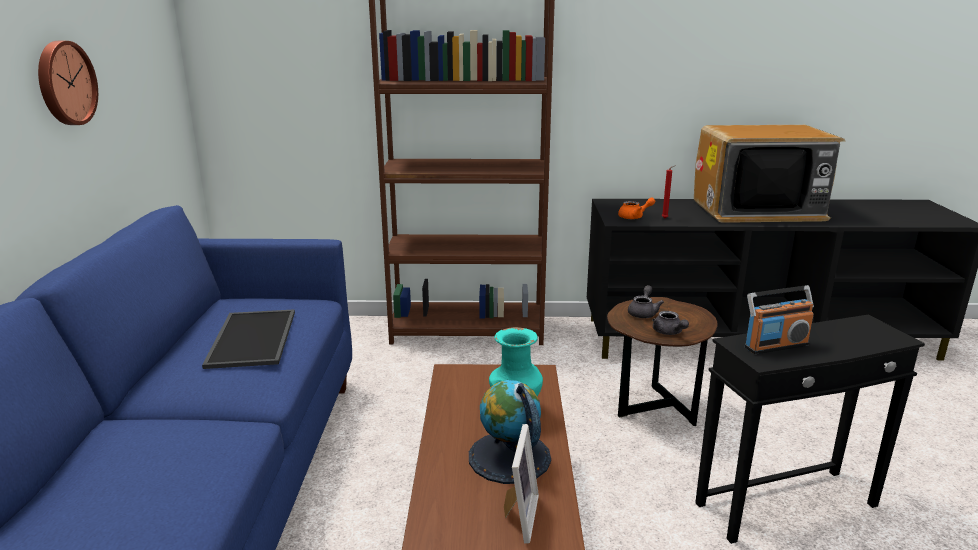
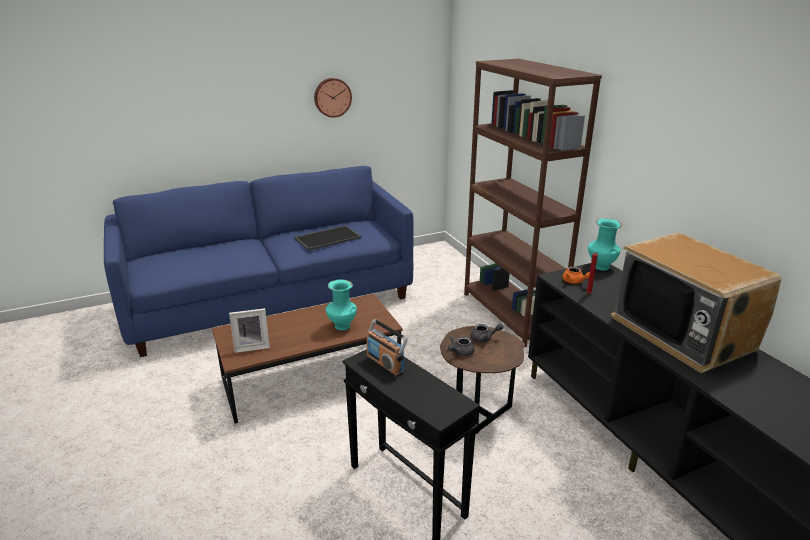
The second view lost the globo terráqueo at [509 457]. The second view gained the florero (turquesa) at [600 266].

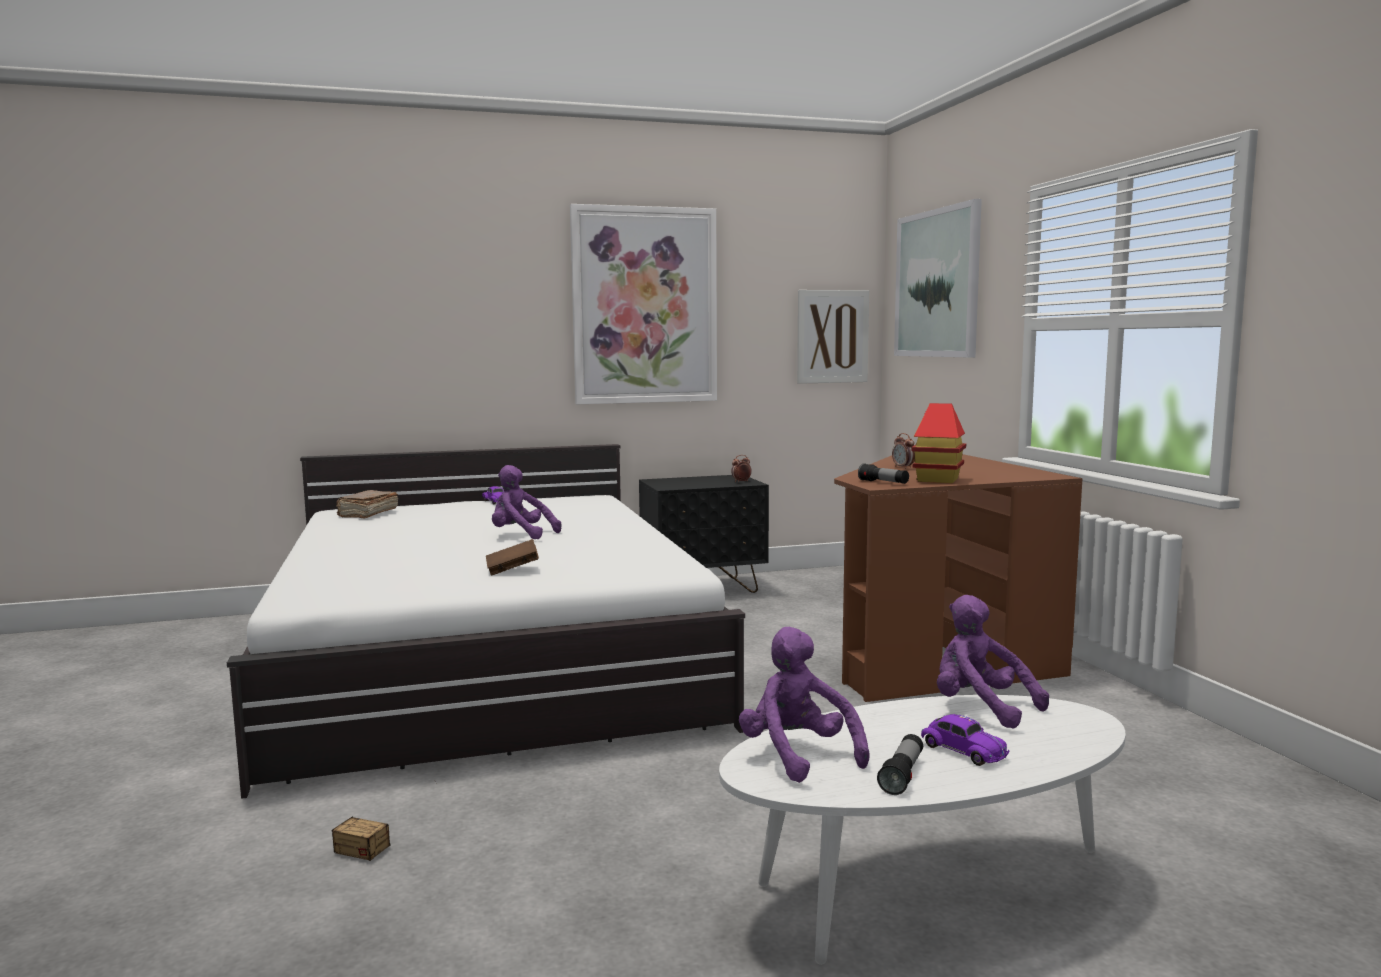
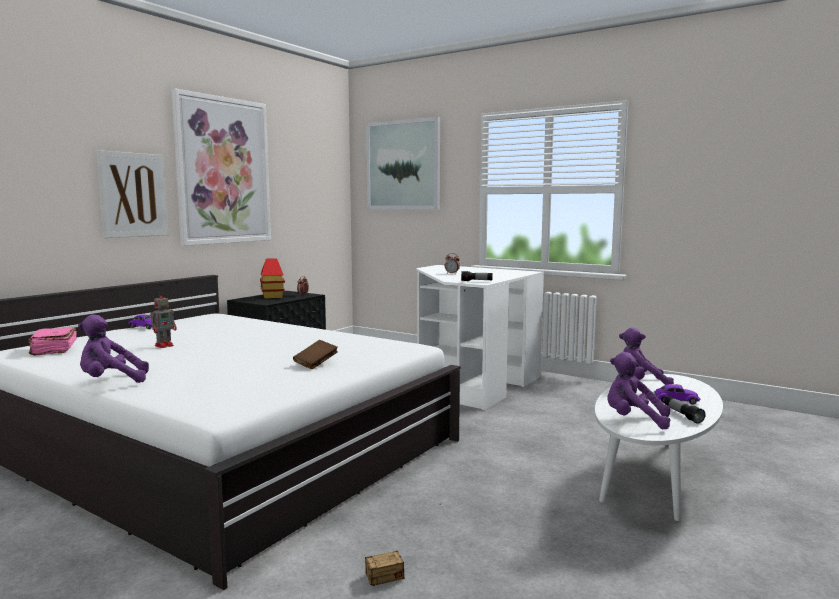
What was the libro (marrón) at [367 514] turned into the libro (rosa) at [53 349]. The peluche (morado) ended up elsewhere, having gone from [521 535] to [111 381]. The cuadro ended up elsewhere, having gone from [832 336] to [133 195]. What was the escritorio (marrón) at [935 654] turned into the escritorio (blanco) at [470 380]. The casita ended up elsewhere, having gone from [938 480] to [272 297]. The second view gained the robot de juguete at [165 345].

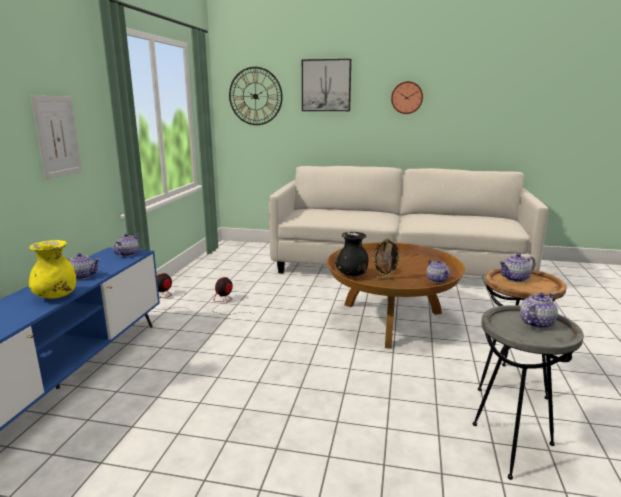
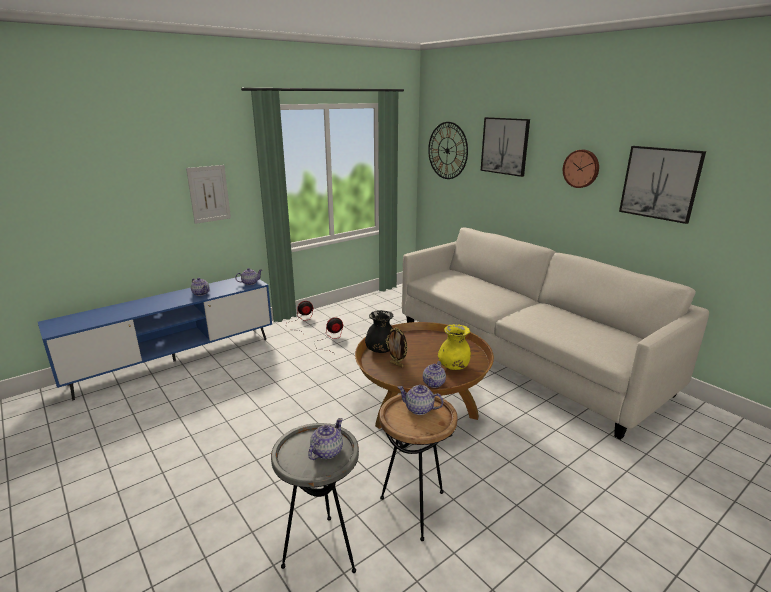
The florero (amarillo) ended up elsewhere, having gone from [56 296] to [454 367]. The tetera at [535 323] ended up facing another way, 60 degrees counterclockwise from before. The second view gained the cuadro at [660 183].

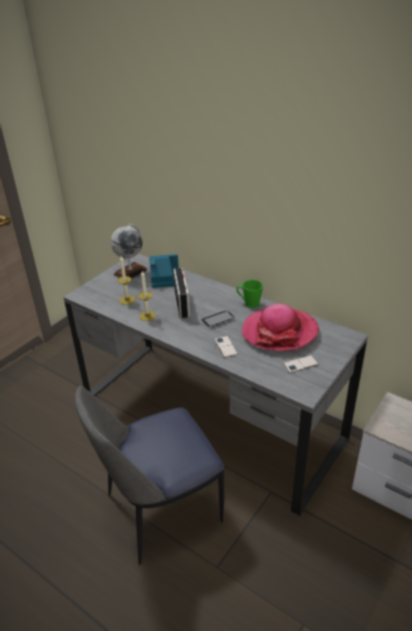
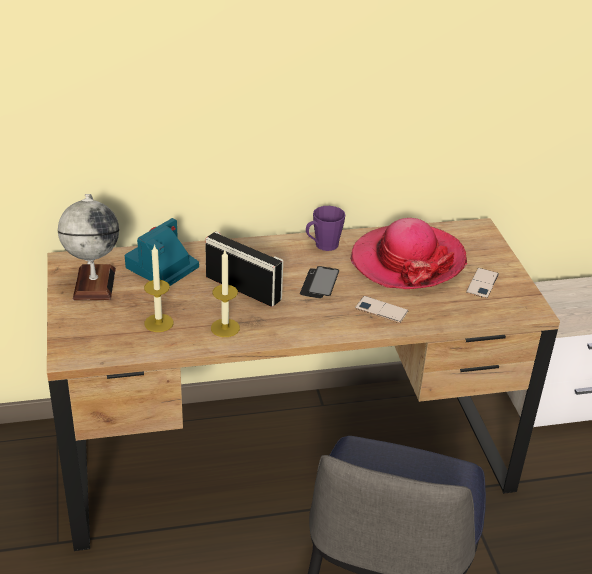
What was the escritorio (gris) at [209 417] turned into the escritorio (marrón) at [287 456]. What was the taza grande (verde) at [249 303] turned into the taza grande (morado) at [322 245].

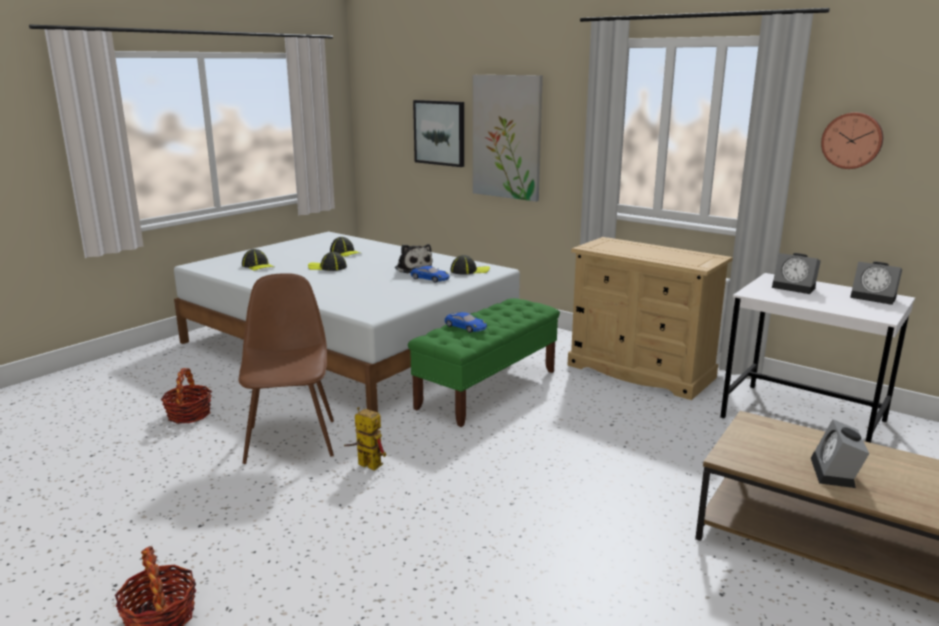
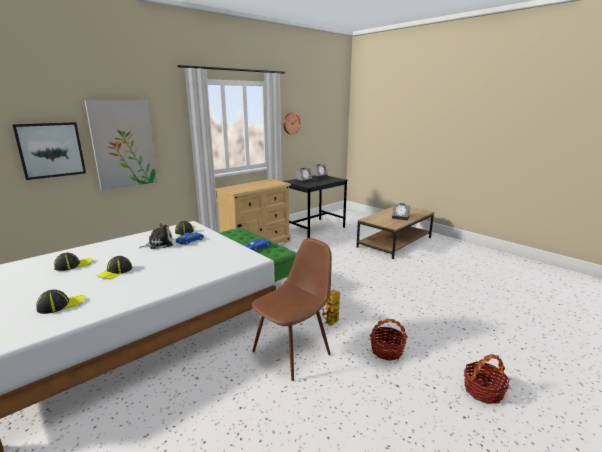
The cesta ended up elsewhere, having gone from [189 414] to [386 351]. The silla (marrón) at [291 439] ended up facing another way, 135 degrees clockwise from before. What was the escritorio (blanco) at [804 419] turned into the escritorio (negro) at [314 228].

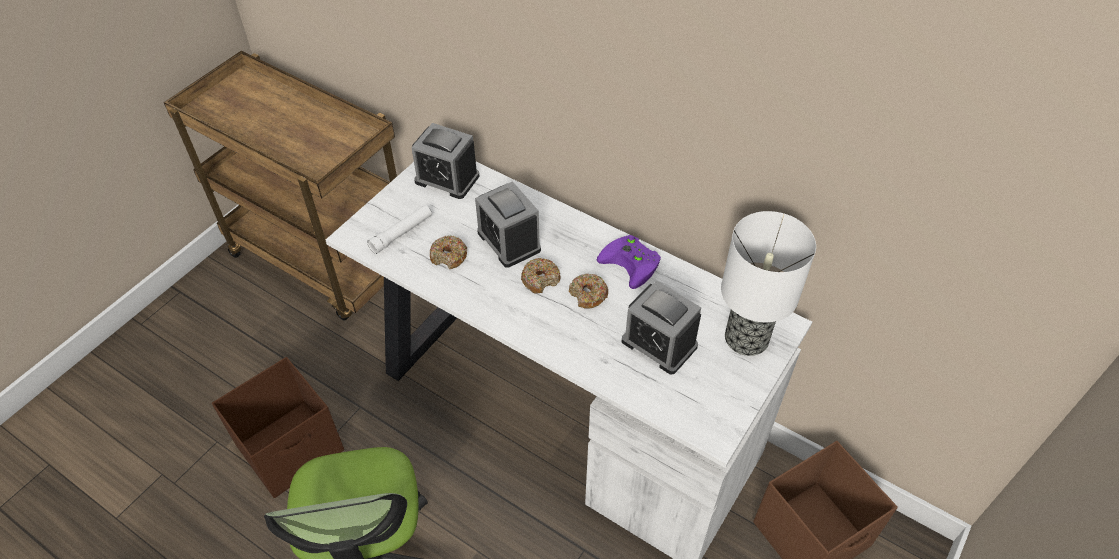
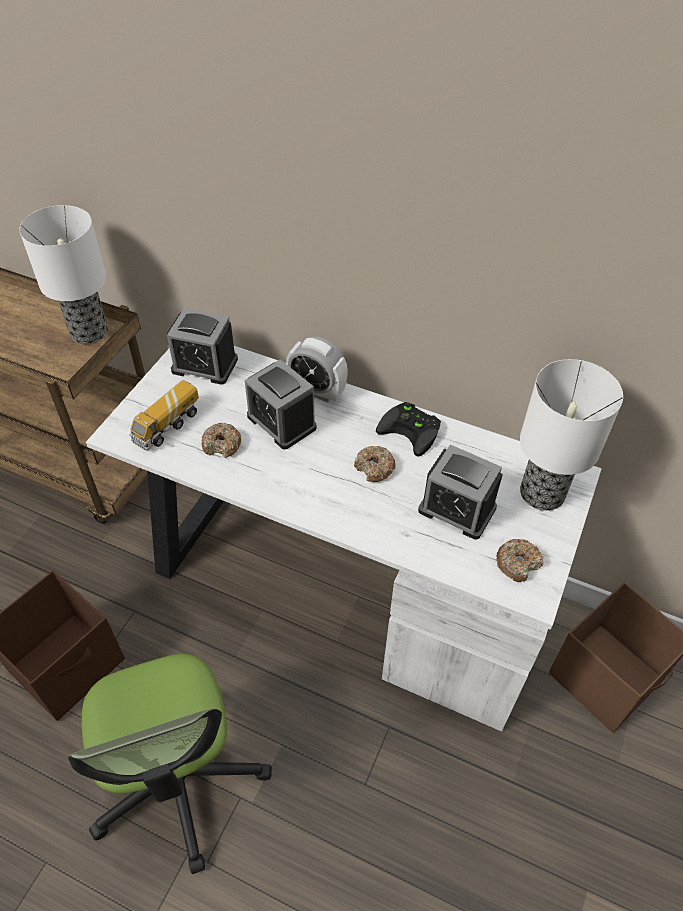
Where the linterna (blanco) stood at [401 233], the camión de juguete came to stand at [167 426]. The rosquilla ended up elsewhere, having gone from [540 279] to [518 563]. What was the mando de consola (morado) at [633 263] turned into the mando de consola (negro) at [412 430]. The second view gained the lámpara de mesa at [89 332]. The second view gained the despertador at [317 391].

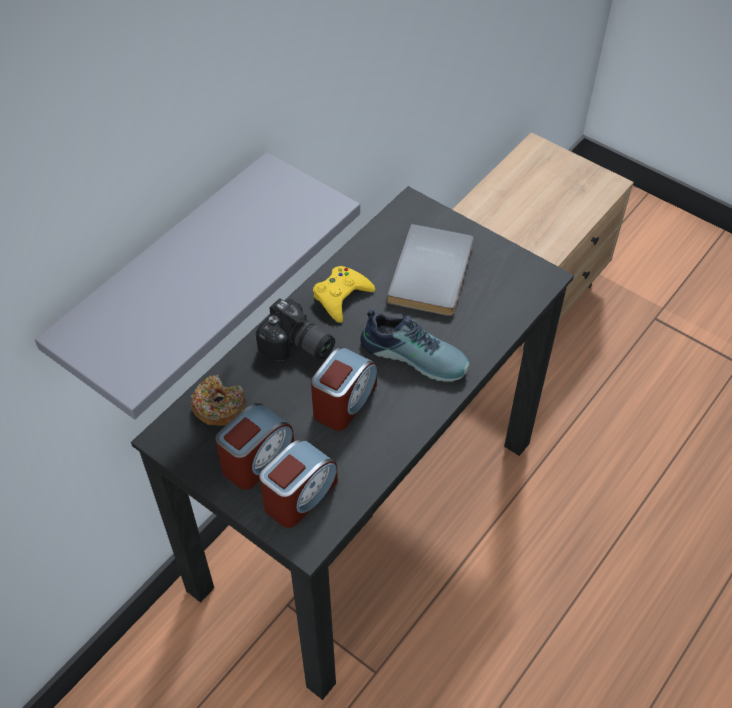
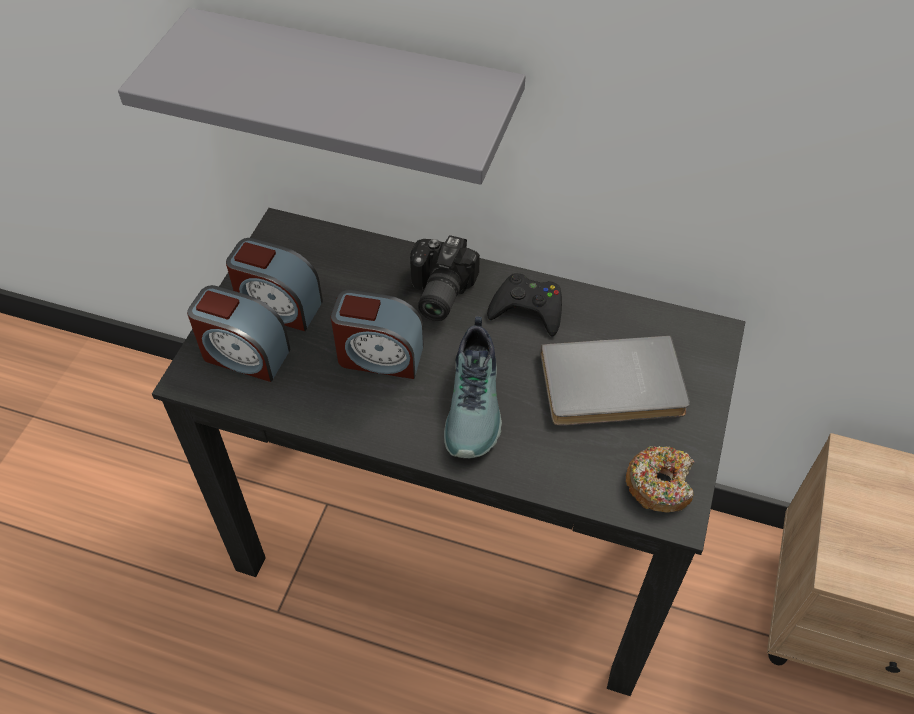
The rosquilla ended up elsewhere, having gone from [219 406] to [659 484]. What was the mando de consola (amarillo) at [341 296] turned into the mando de consola (negro) at [528 309].

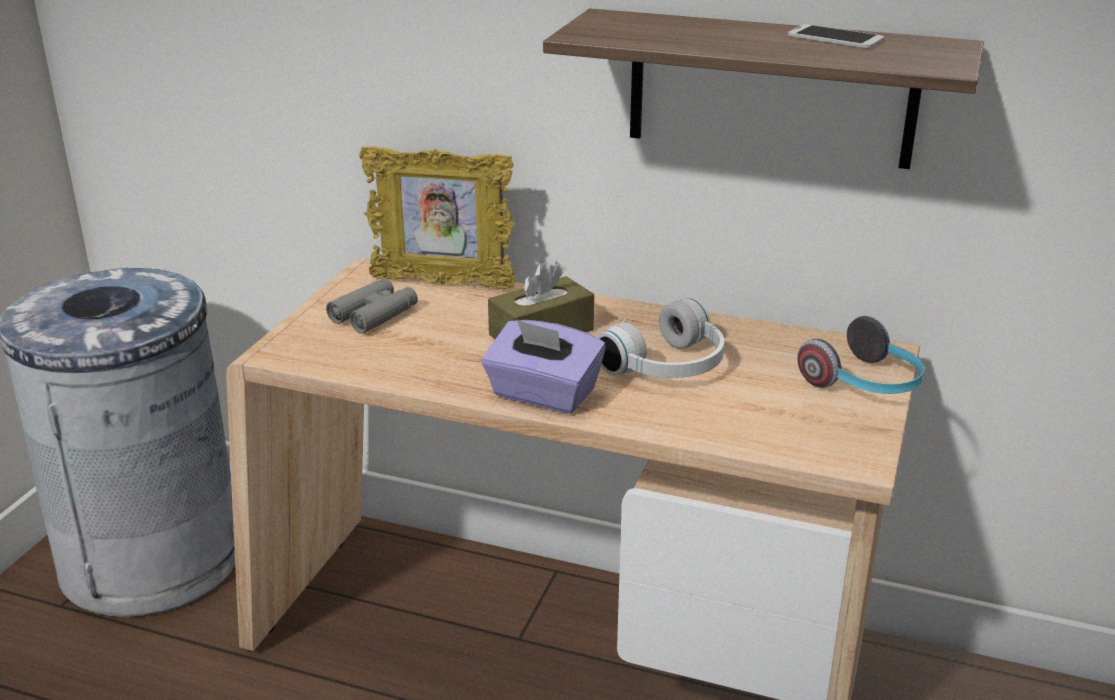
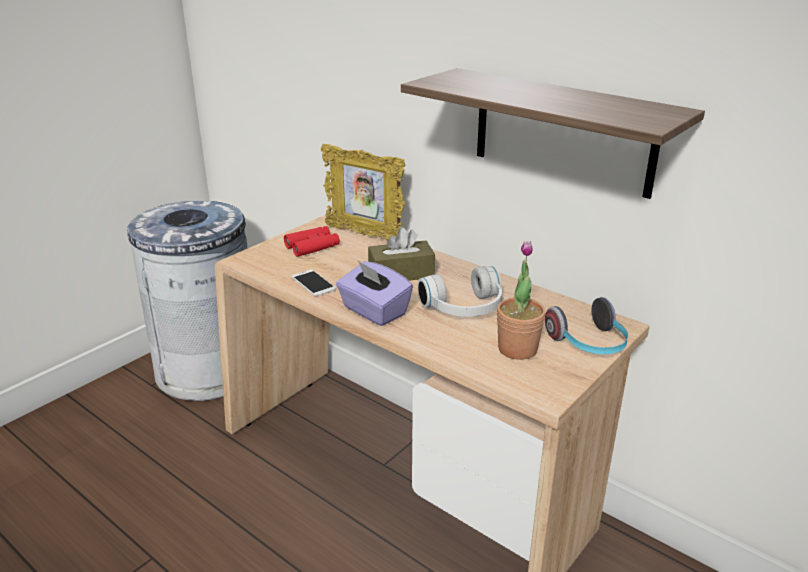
What was the prismáticos (gris) at [374 314] turned into the prismáticos (rojo) at [312 246]. The móvil ended up elsewhere, having gone from [835 38] to [313 283]. The second view gained the planta en maceta at [517 349].

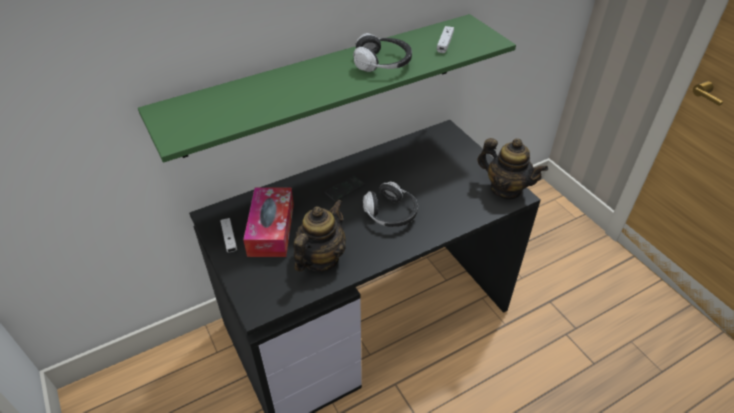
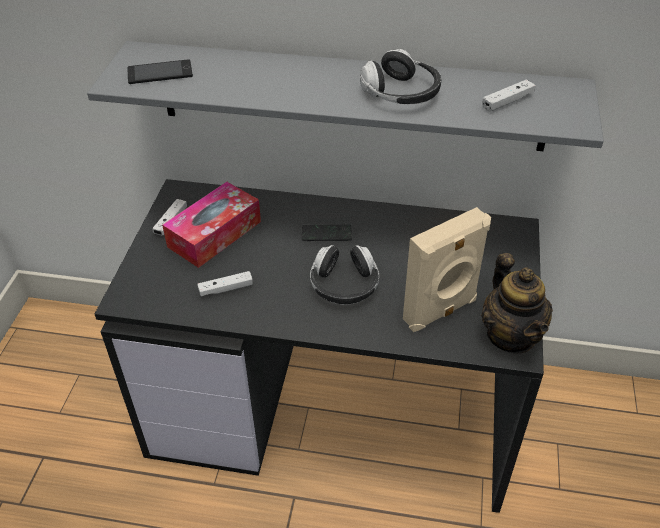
What was the estante (verde) at [324 84] turned into the estante (gris) at [350 96]. Where the tetera stood at [320 259], the mando de consola (blanco) came to stand at [226 289]. The second view gained the móvil at [160 73]. The second view gained the altavoz (beis) at [441 311].

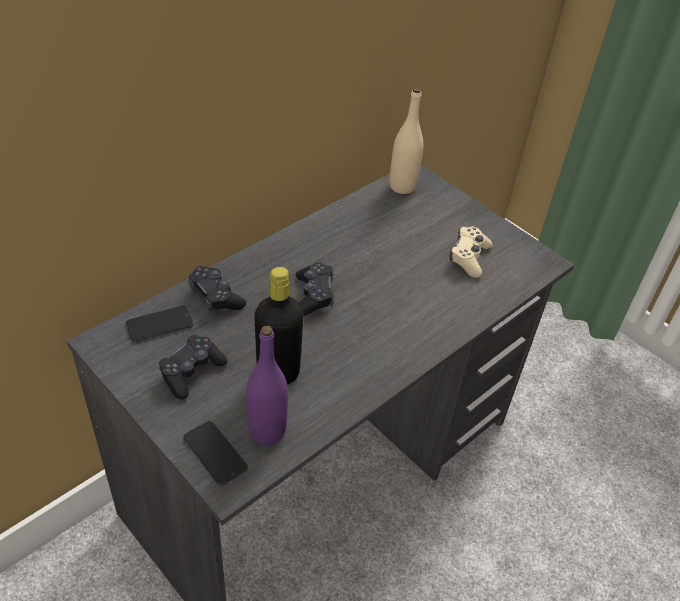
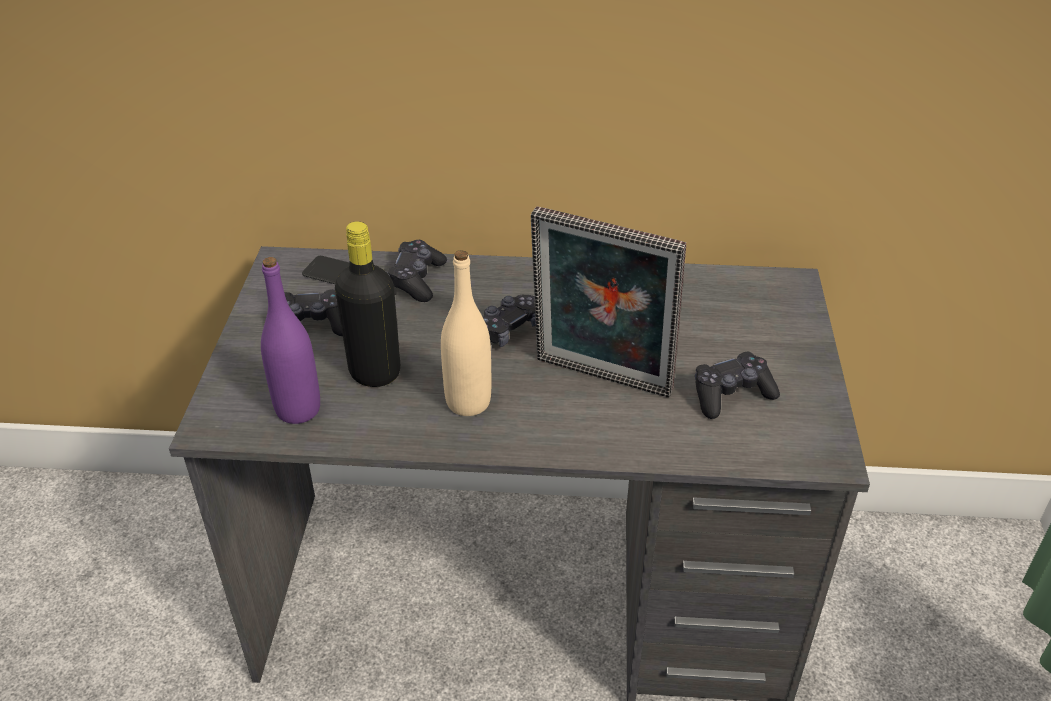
The second view lost the móvil at [215 453]. The botella (beis) ended up elsewhere, having gone from [402 186] to [468 402]. What was the mando de consola (beis) at [469 257] turned into the mando de consola (negro) at [731 395]. The second view gained the portarretratos at [600 380].

